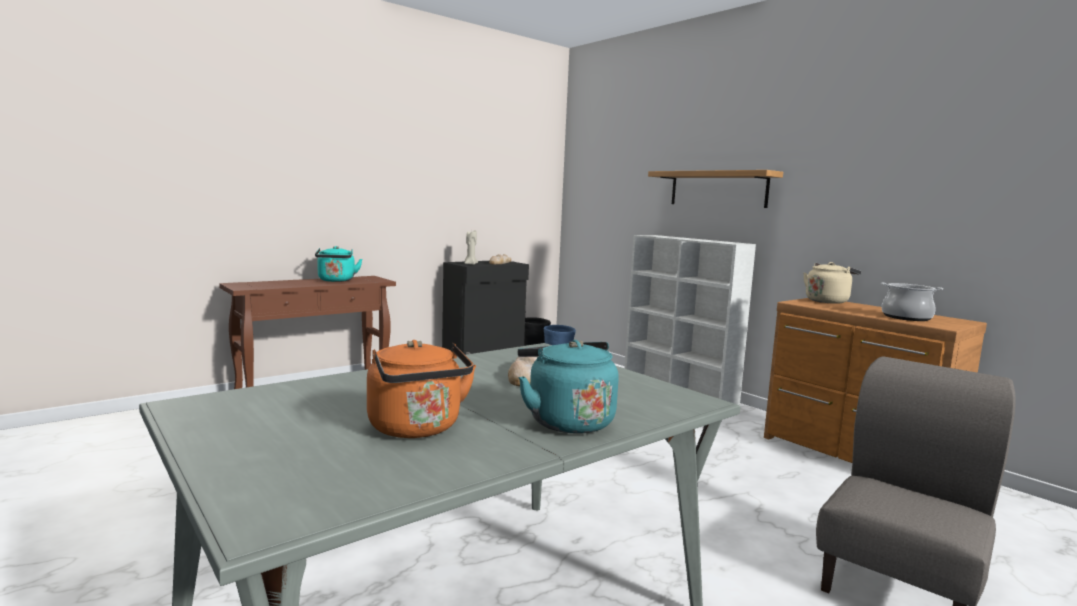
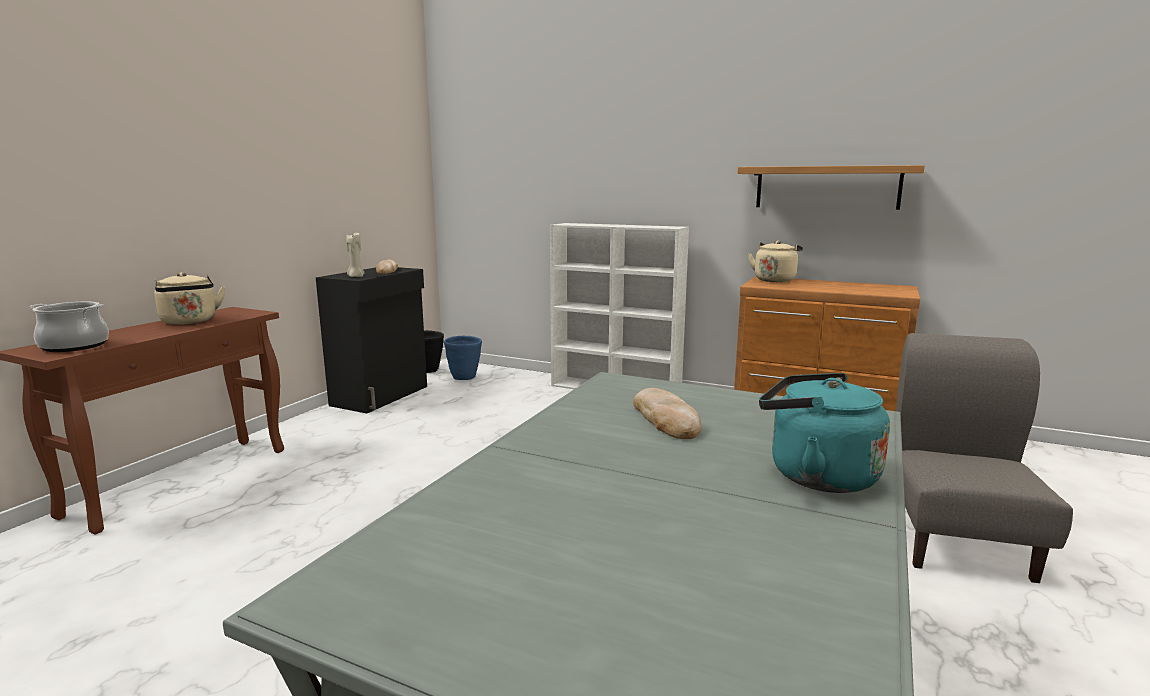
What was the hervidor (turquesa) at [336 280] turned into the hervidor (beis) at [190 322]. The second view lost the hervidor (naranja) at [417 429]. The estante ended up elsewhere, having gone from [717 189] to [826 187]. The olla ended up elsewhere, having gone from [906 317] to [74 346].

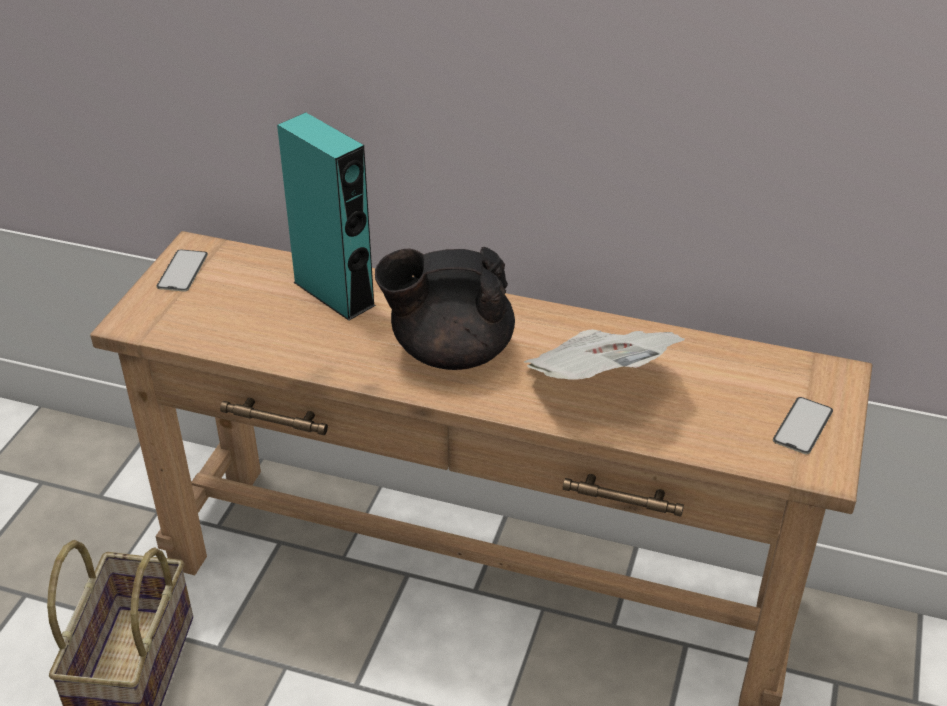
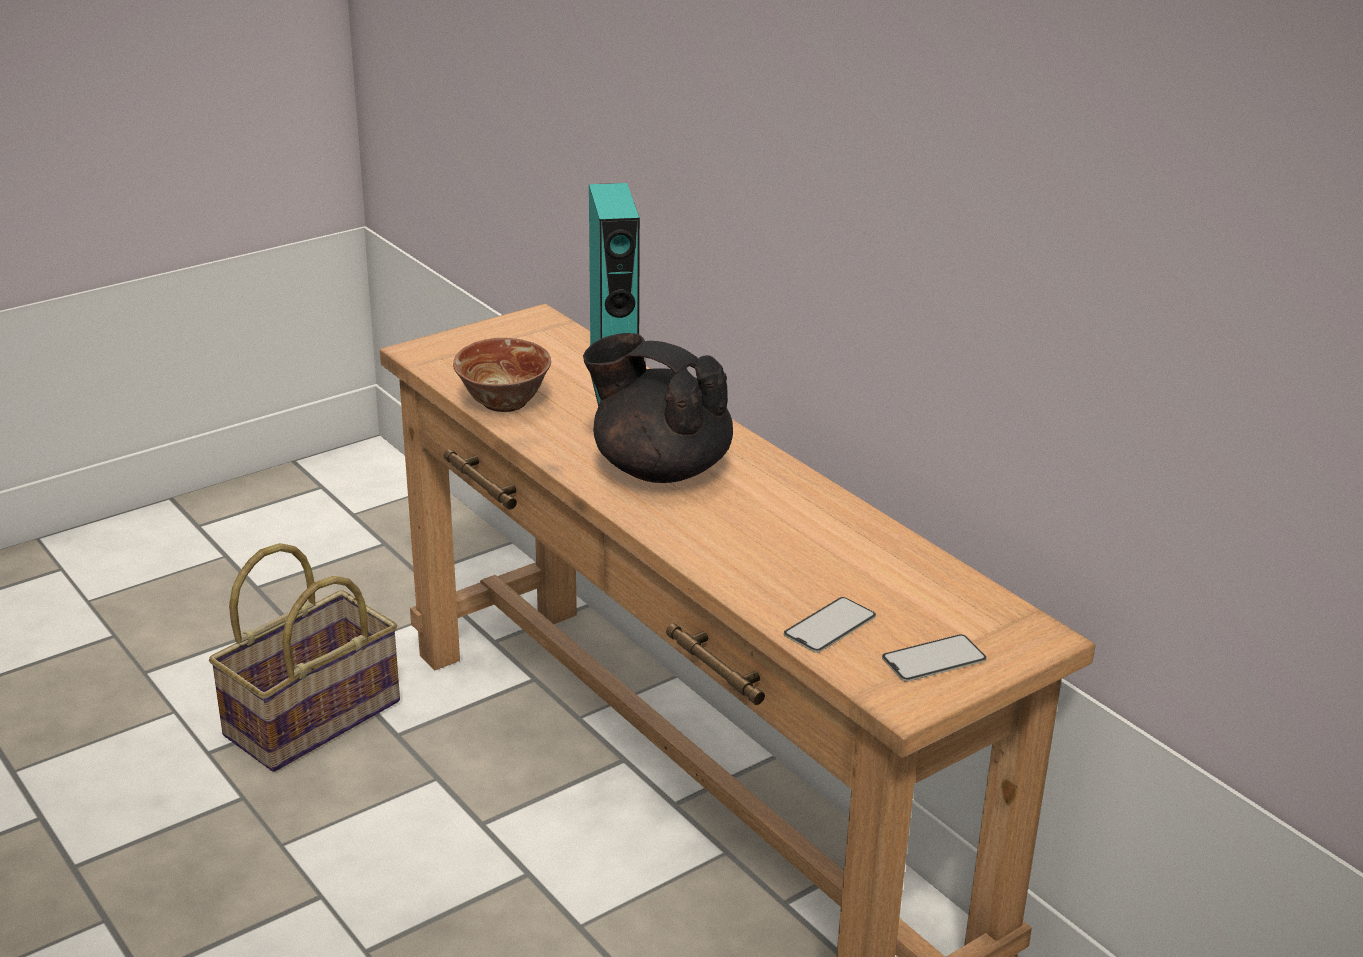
The móvil ended up elsewhere, having gone from [182 271] to [830 626]. The second view lost the periódico at [599 382]. The second view gained the cuenco at [504 403].

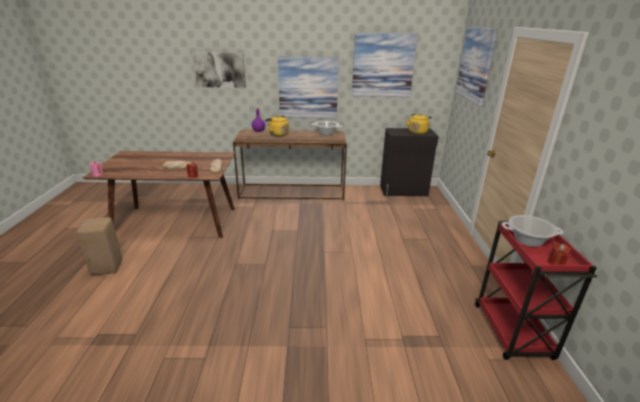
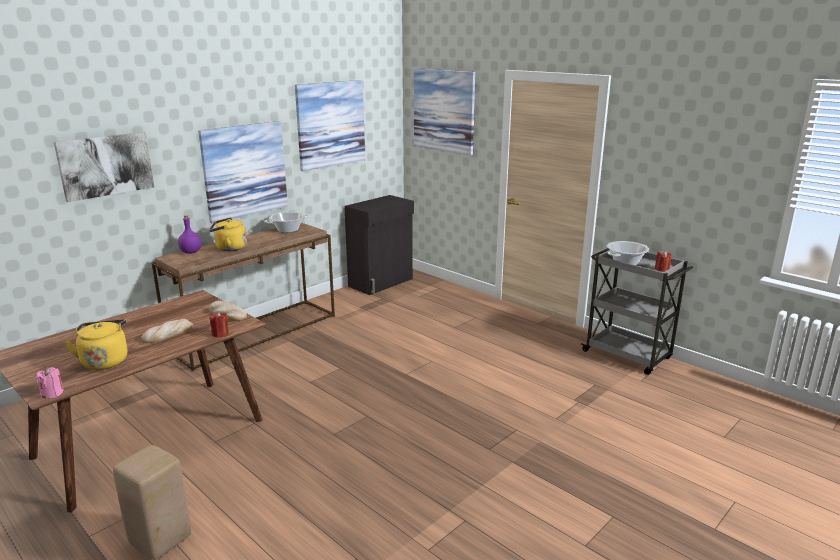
The hervidor (amarillo) ended up elsewhere, having gone from [417 132] to [105 361]. What was the carrito (rojo) at [513 332] turned into the carrito (gris) at [628 355].

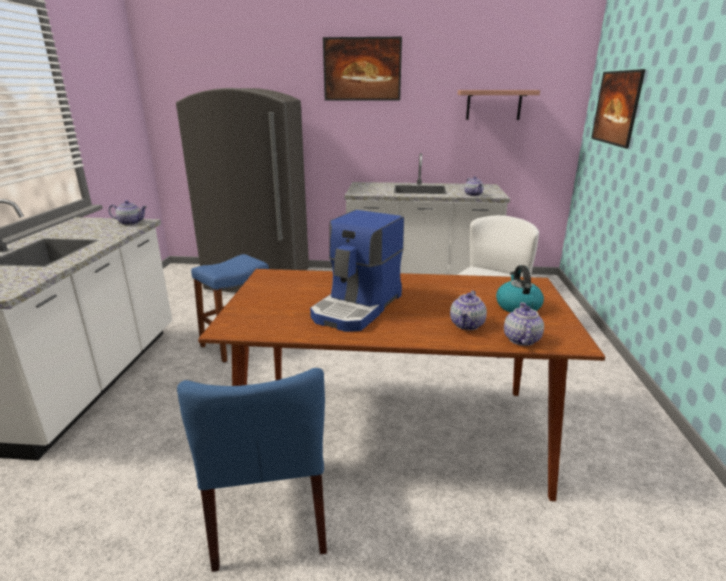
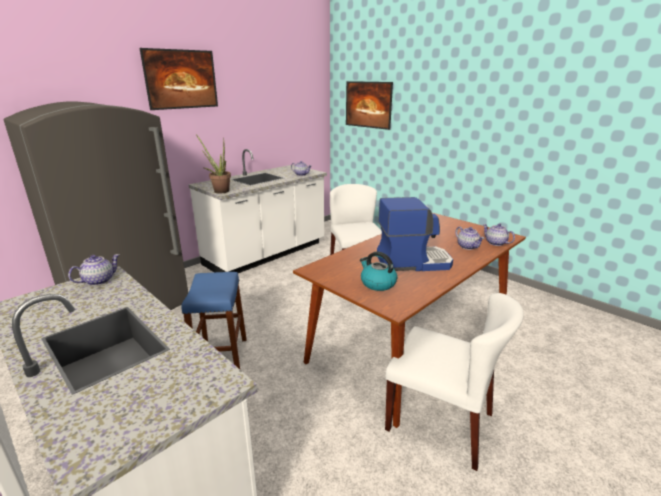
What was the silla (azul) at [271 510] turned into the silla (blanco) at [440 421]. The cafetera at [358 307] ended up facing another way, 75 degrees counterclockwise from before. The second view lost the estante at [493 105]. The hervidor ended up elsewhere, having gone from [517 306] to [377 283]. The second view gained the planta en maceta at [219 191].

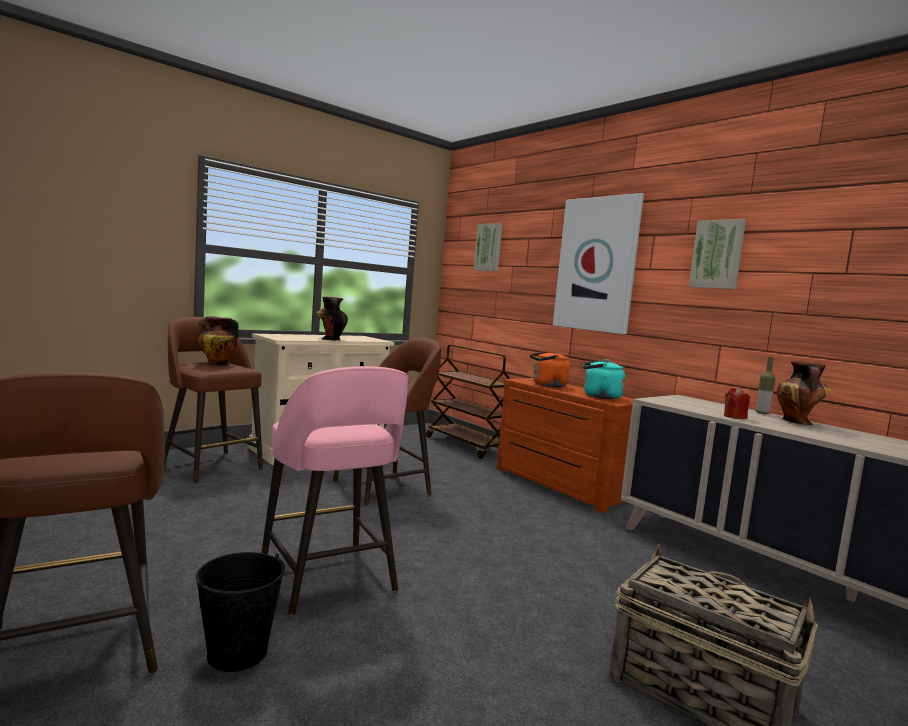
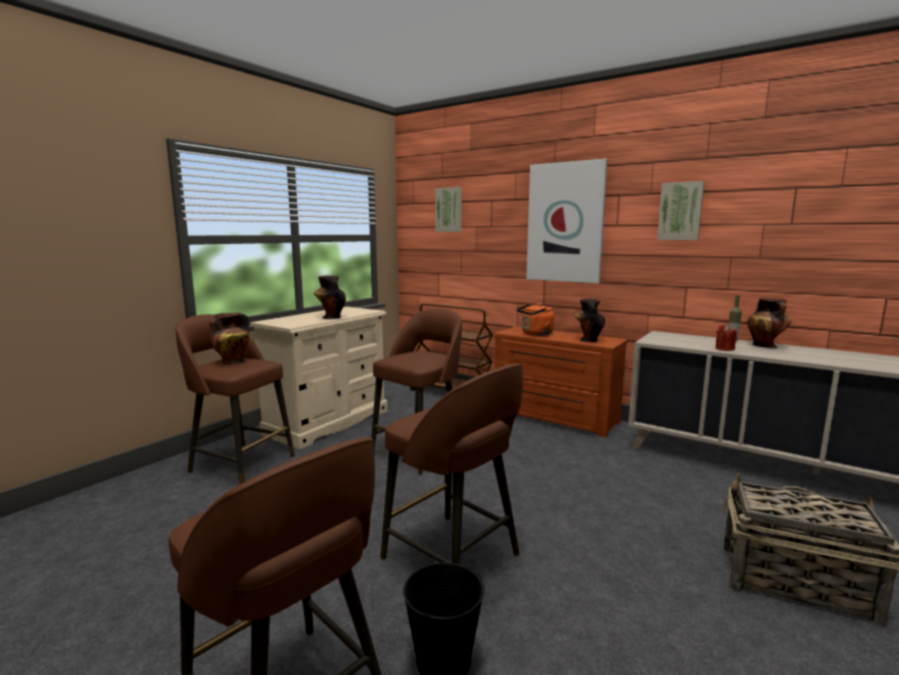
What was the taburete (rosa) at [328 578] turned into the taburete (marrón) at [453 558]. Where the hervidor (turquesa) stood at [599 396], the florero came to stand at [588 340].

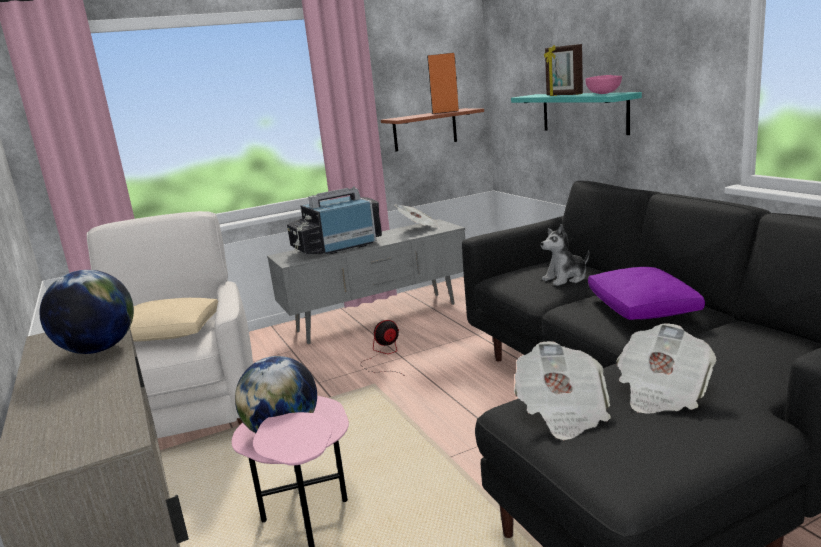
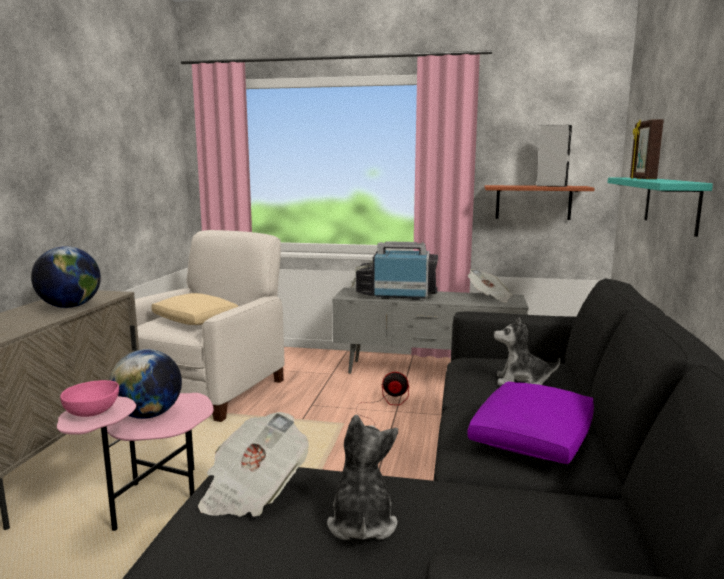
What was the altavoz (naranja) at [445 112] turned into the altavoz (gris) at [551 186]. The cuenco (rosa) ended up elsewhere, having gone from [604 93] to [93 413]. Where the periódico stood at [662 392], the peluche came to stand at [361 522].

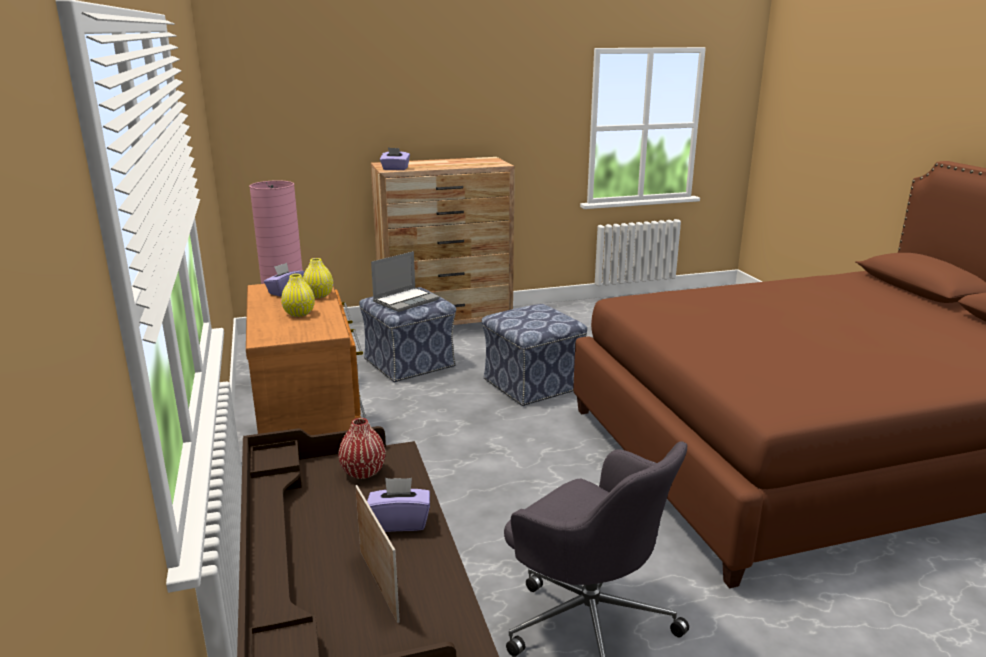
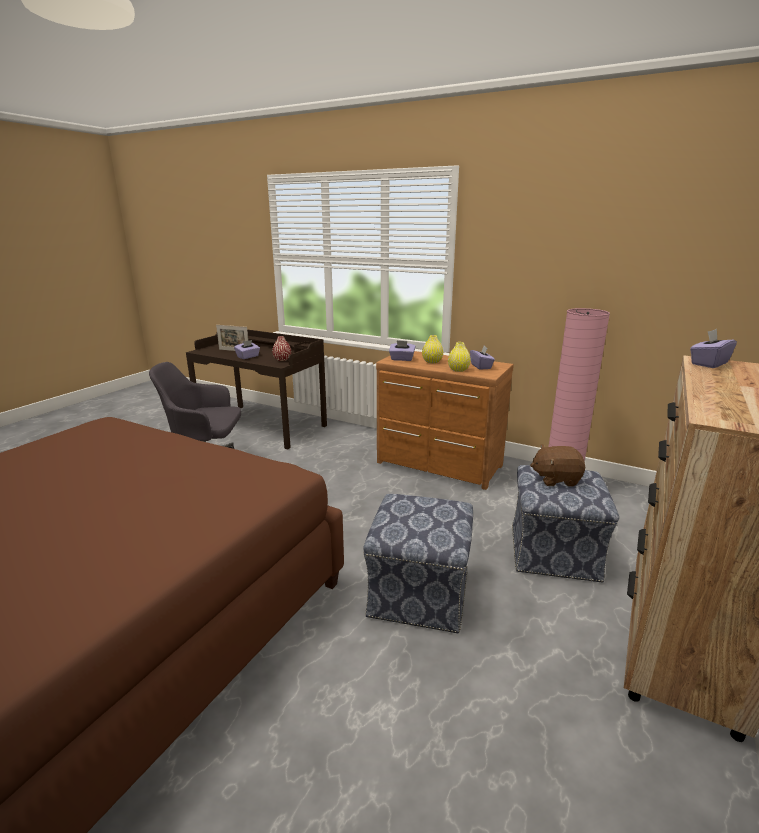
Where the portátil stood at [406 300], the peluche (marrón) came to stand at [556 479]. The second view gained the caja de pañuelos (morado) at [402 359].

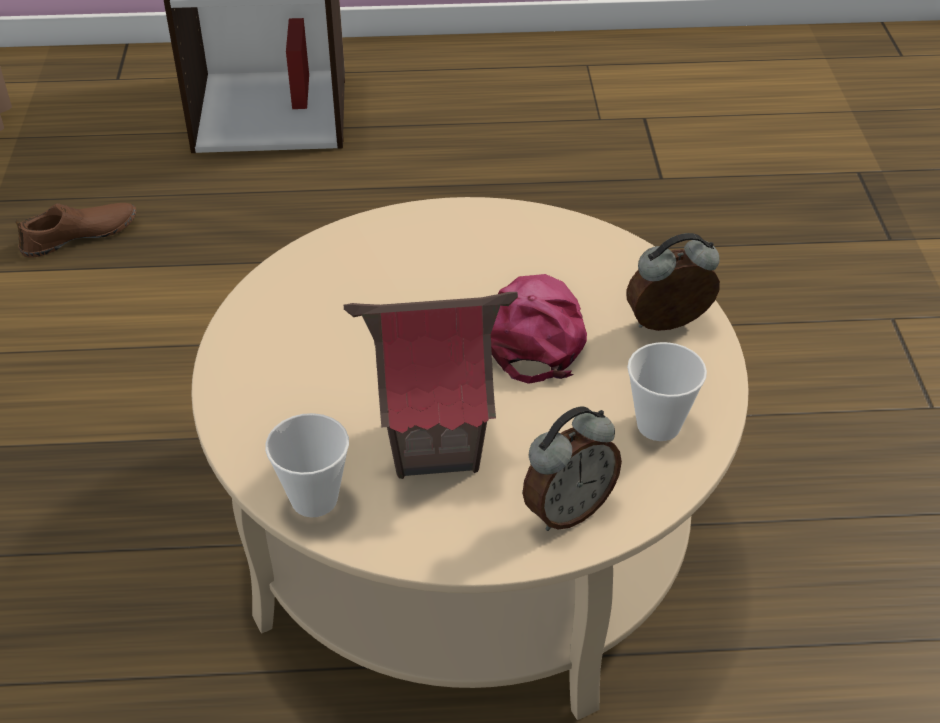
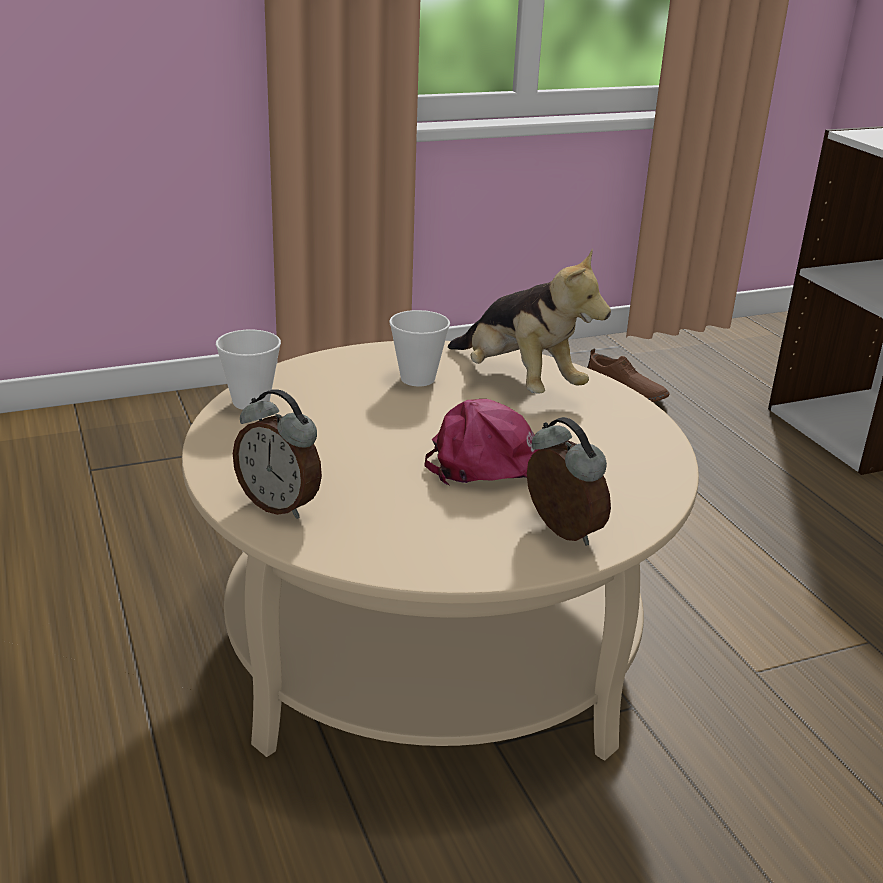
The second view lost the casita at [434 444]. The taza ended up elsewhere, having gone from [658 425] to [417 379]. The second view gained the peluche at [518 382].

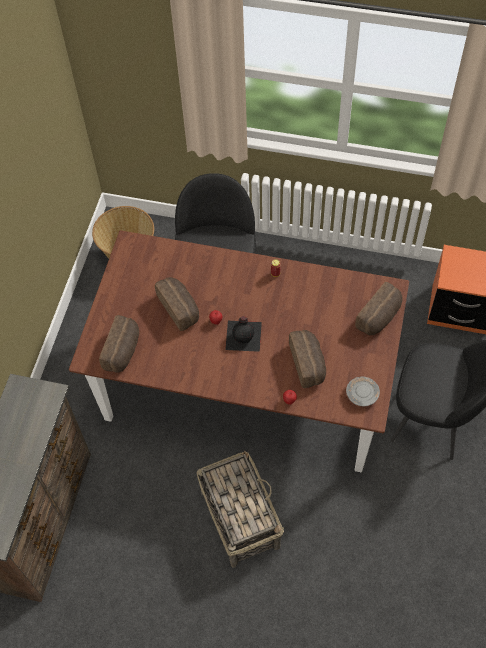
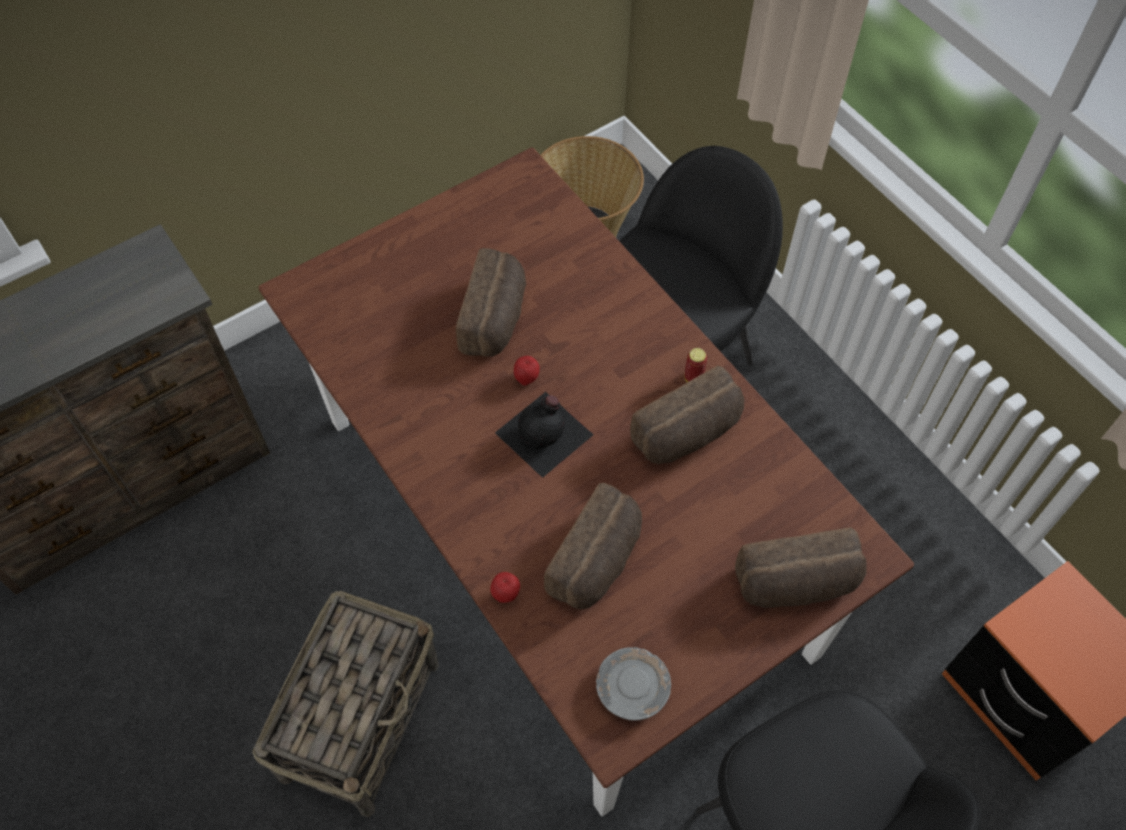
The pan ended up elsewhere, having gone from [123 351] to [688 434].

